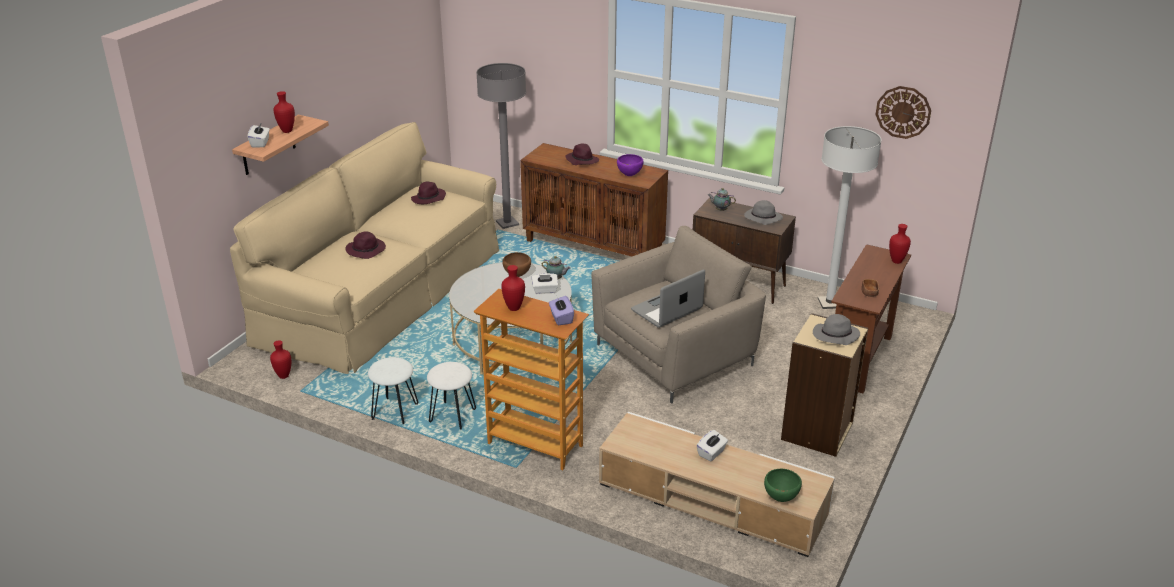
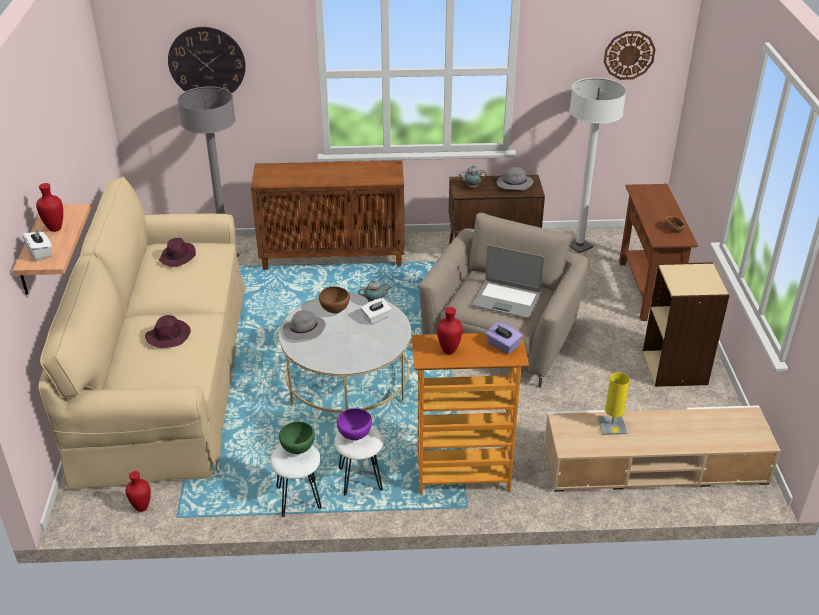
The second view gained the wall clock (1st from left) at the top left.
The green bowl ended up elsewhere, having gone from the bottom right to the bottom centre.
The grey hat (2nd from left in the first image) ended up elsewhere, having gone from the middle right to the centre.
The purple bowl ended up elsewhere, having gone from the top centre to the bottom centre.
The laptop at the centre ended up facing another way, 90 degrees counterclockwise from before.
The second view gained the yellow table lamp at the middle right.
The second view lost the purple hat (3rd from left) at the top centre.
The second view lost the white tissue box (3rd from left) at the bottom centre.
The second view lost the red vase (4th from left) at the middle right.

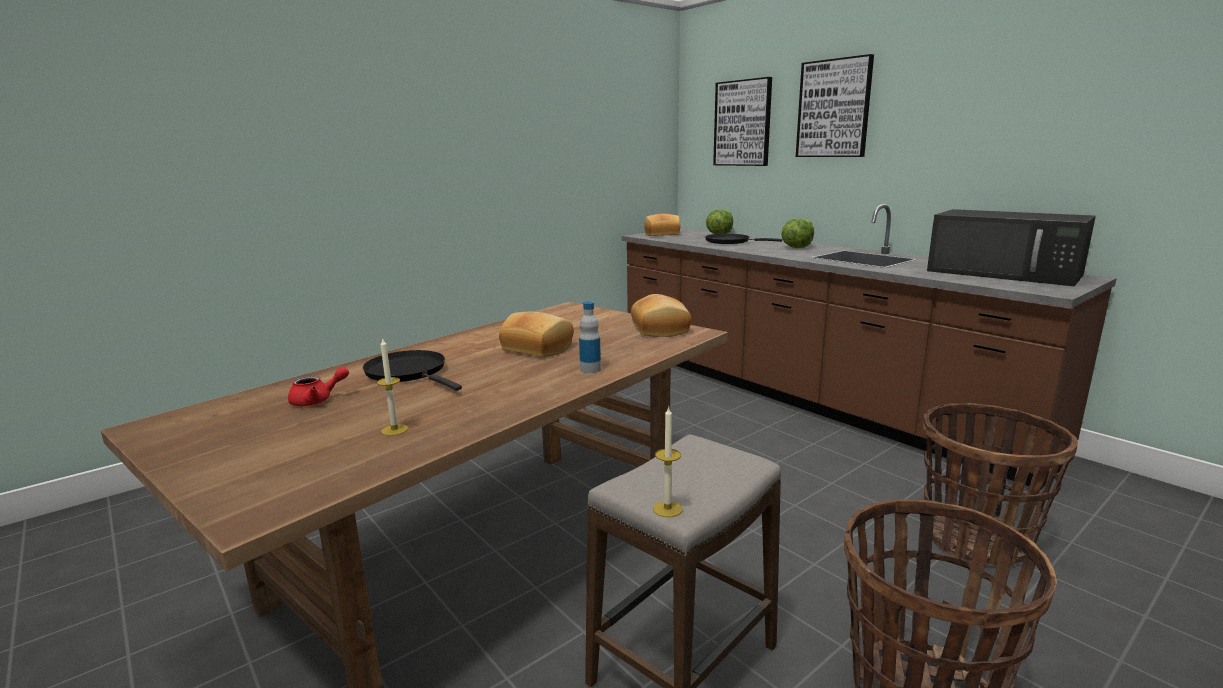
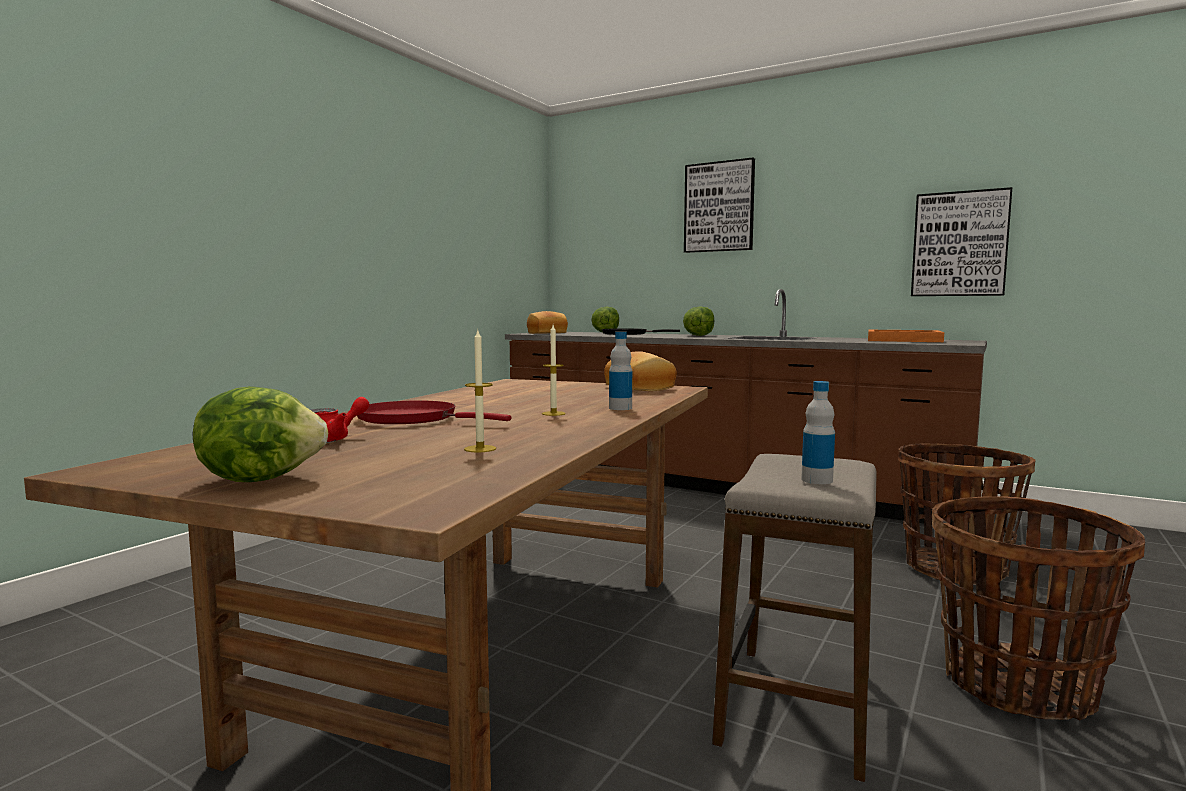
The second view gained the lettuce (1st from left) at the middle left.
What was the black frying pan (1st from left) at the centre turned into the red frying pan at the centre.
The candle (2nd from left) ended up elsewhere, having gone from the bottom centre to the centre.
The second view gained the bottle (2nd from left) at the middle right.
Where the black microwave stood at the middle right, the orange tray came to stand at the middle right.
The picture (1st from left in the first image) ended up elsewhere, having gone from the top centre to the top right.
The second view lost the bread (1st from left) at the centre.

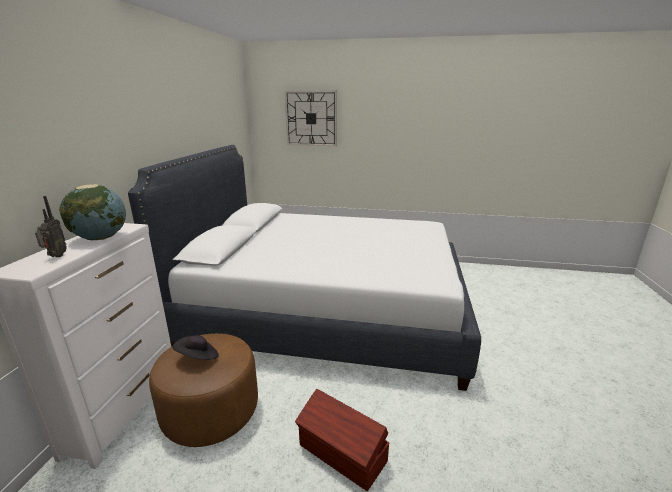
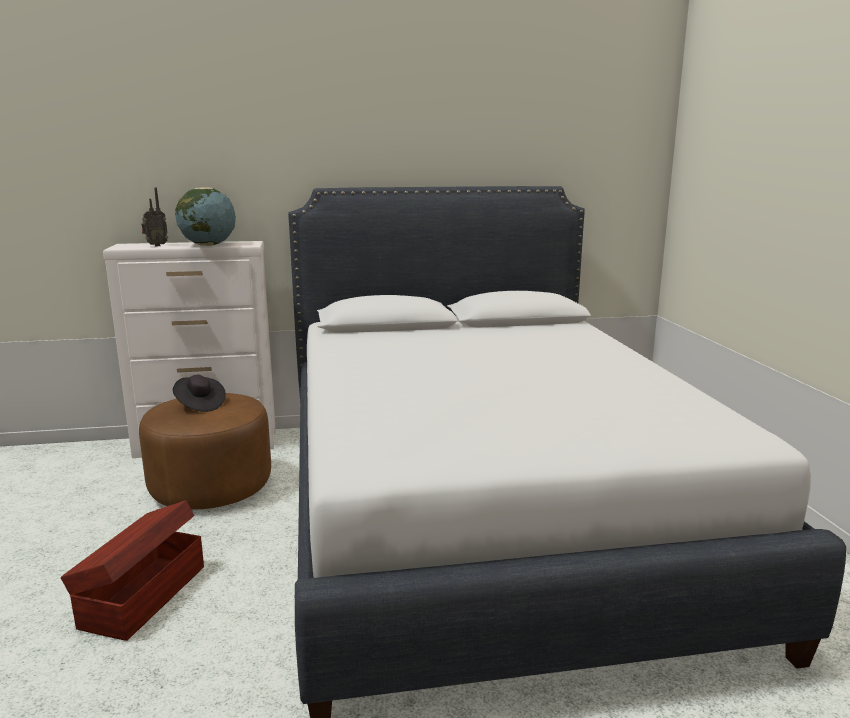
The second view lost the wall clock at the top centre.

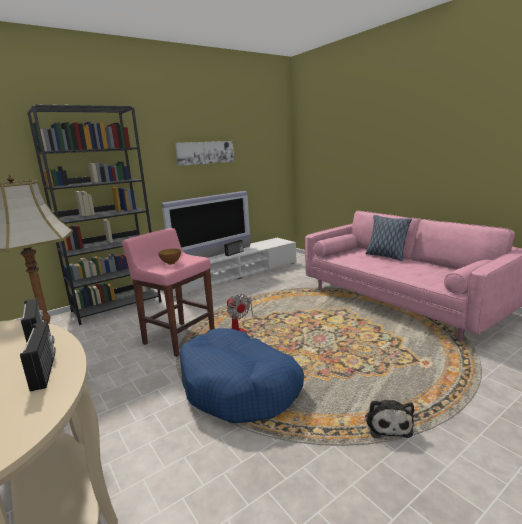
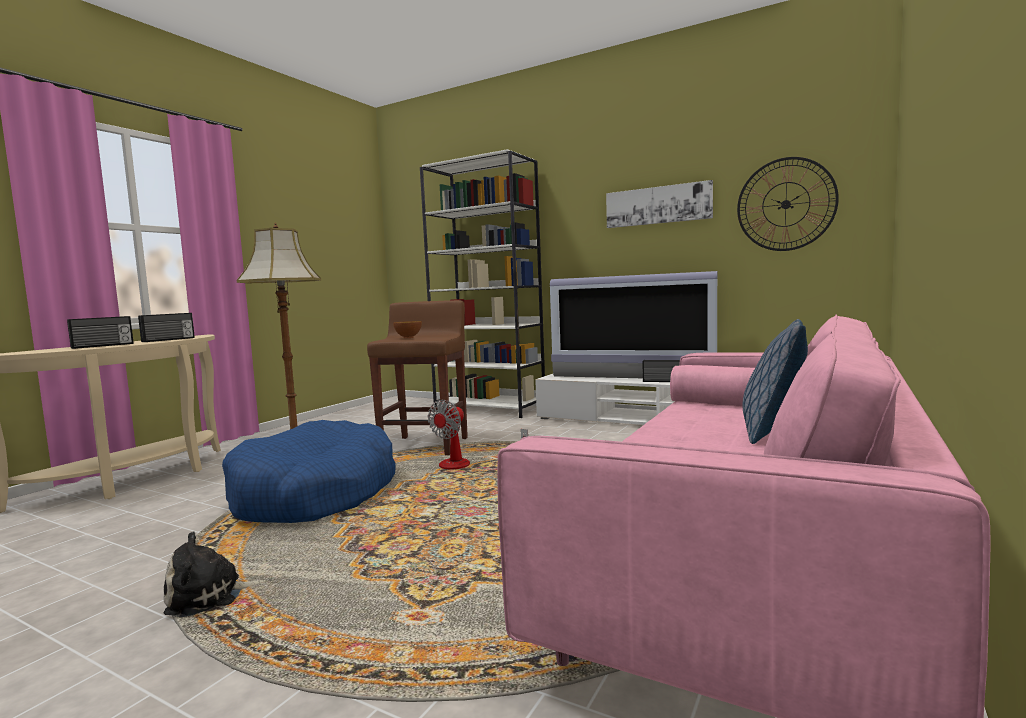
What was the pink stool at the middle left turned into the brown stool at the centre.
What was the black bookcase at the middle left turned into the white bookcase at the centre.
The second view gained the wall clock at the top right.

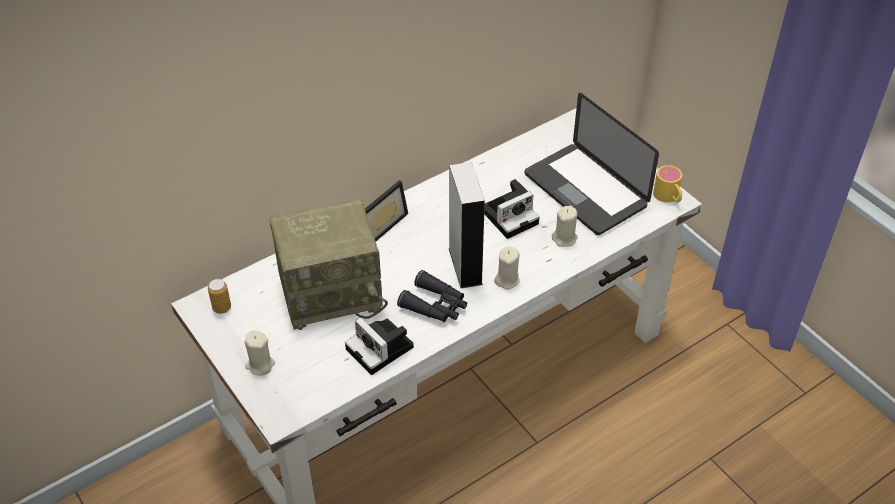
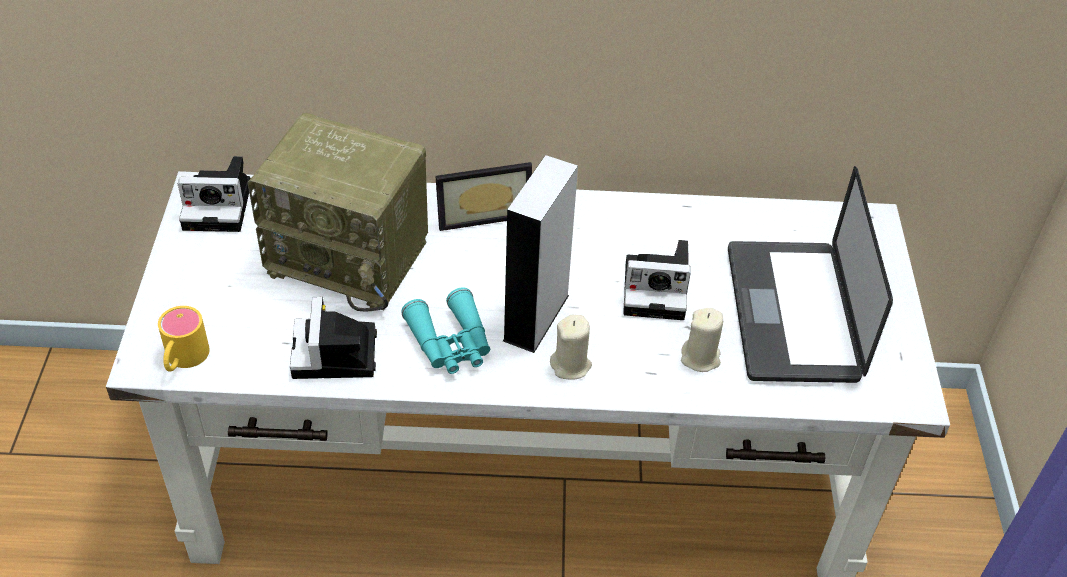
The yellow mug ended up elsewhere, having gone from the middle right to the middle left.
Where the can stood at the middle left, the photo camera (1st from left) came to stand at the middle left.
What was the black binoculars at the centre turned into the turquoise binoculars at the centre.
The second view lost the beige candle (1st from left) at the bottom left.

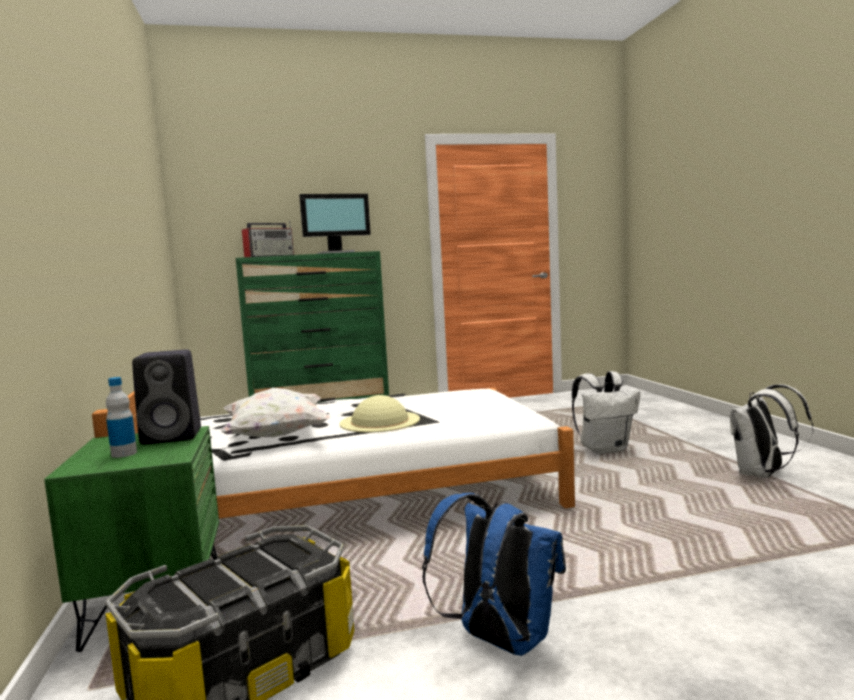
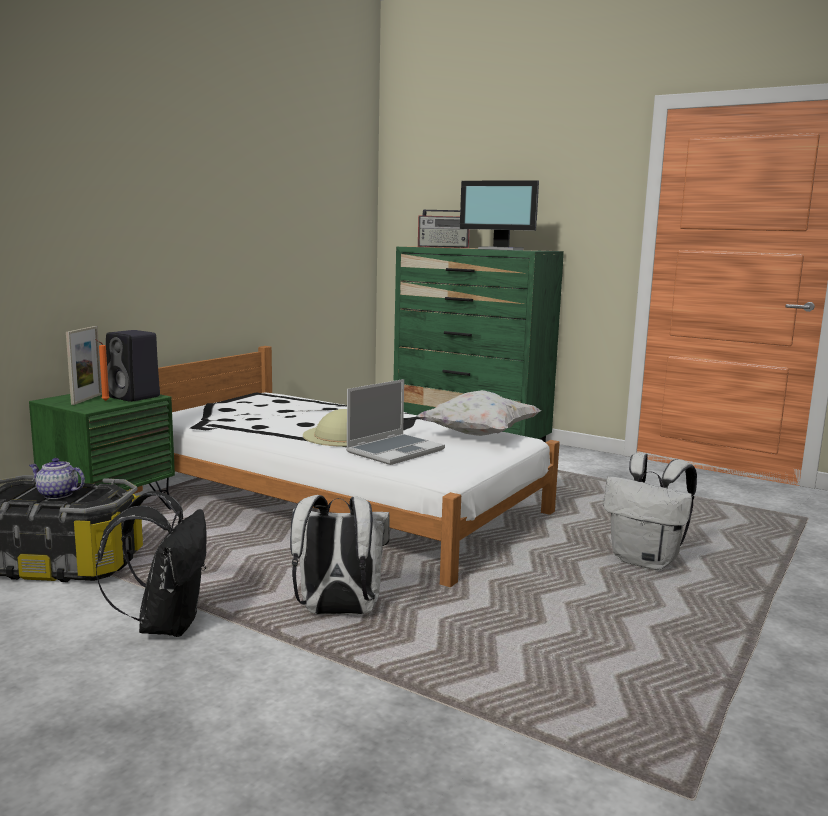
The second view gained the teapot at the middle left.
Where the bottle stood at the middle left, the picture frame came to stand at the middle left.
The second view gained the orange candle at the middle left.
What was the blue backpack at the bottom centre turned into the black backpack at the bottom left.
The white backpack (2nd from left in the first image) ended up elsewhere, having gone from the middle right to the bottom centre.
The second view gained the laptop at the centre.
The white pillow ended up elsewhere, having gone from the middle left to the centre.

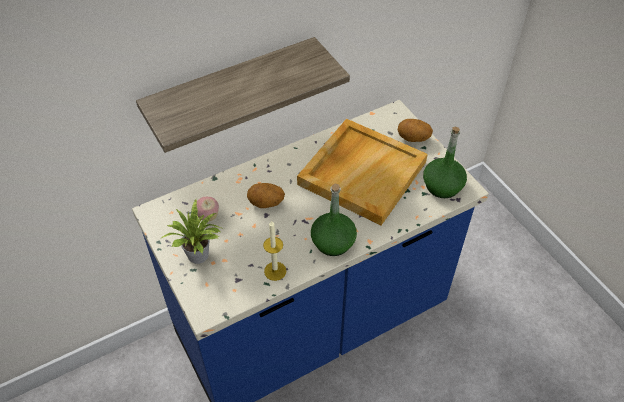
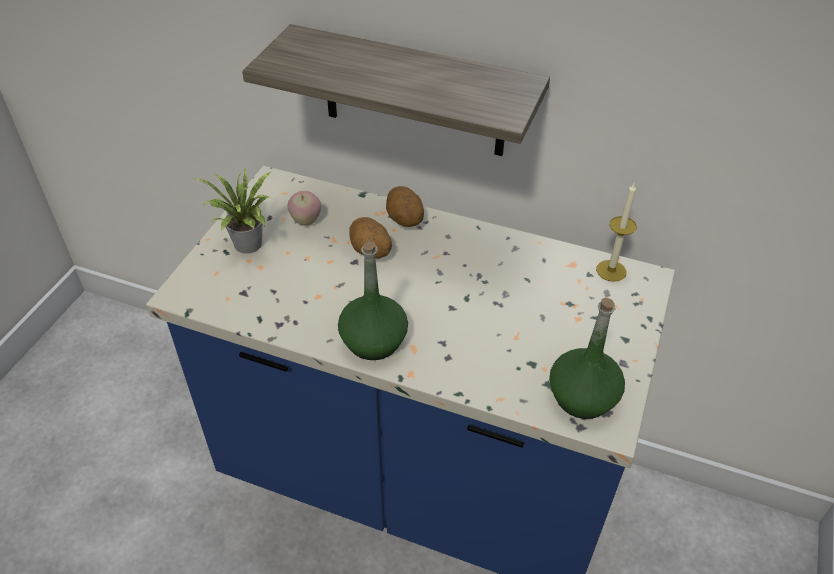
The potato (2nd from left) ended up elsewhere, having gone from the top centre to the centre.
The candle ended up elsewhere, having gone from the centre to the middle right.
The second view lost the beige tray at the centre.

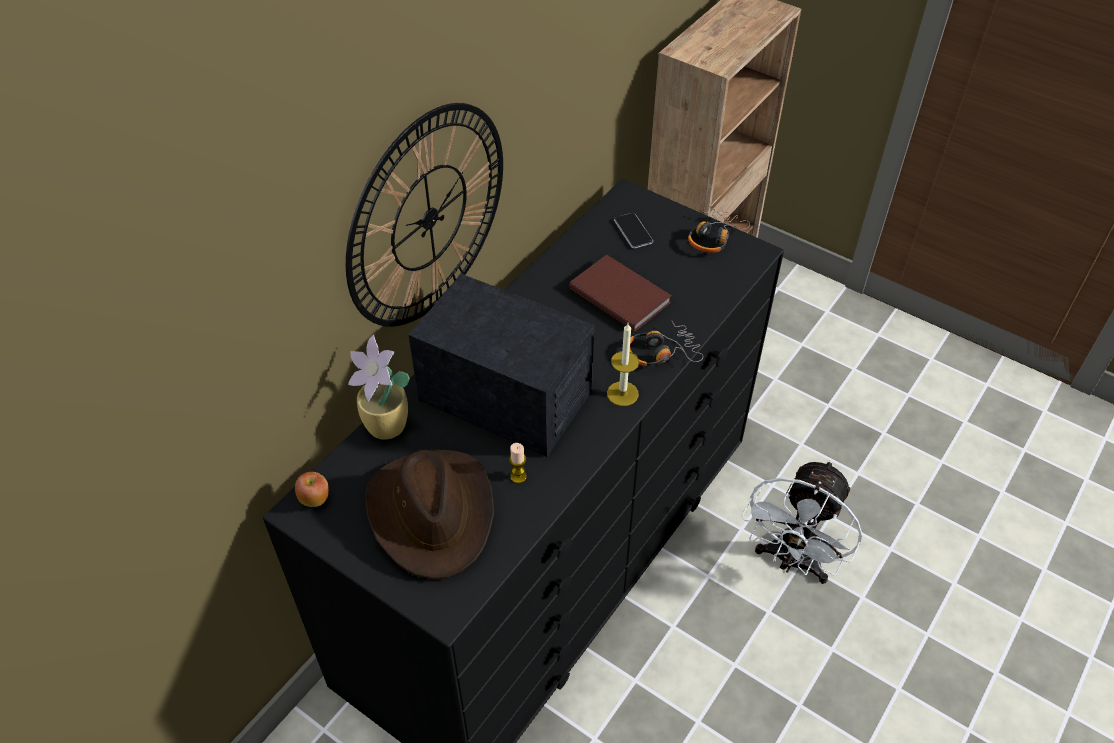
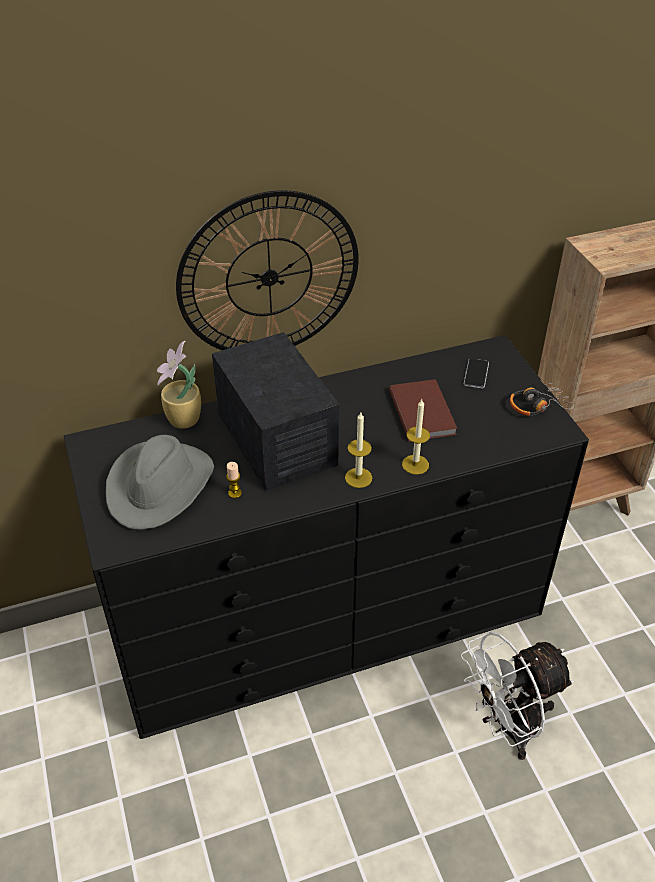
What was the brown hat at the bottom centre turned into the grey hat at the middle left.
Where the headphones (1st from left) stood at the centre, the candle (3rd from left) came to stand at the centre.
The second view lost the apple at the middle left.

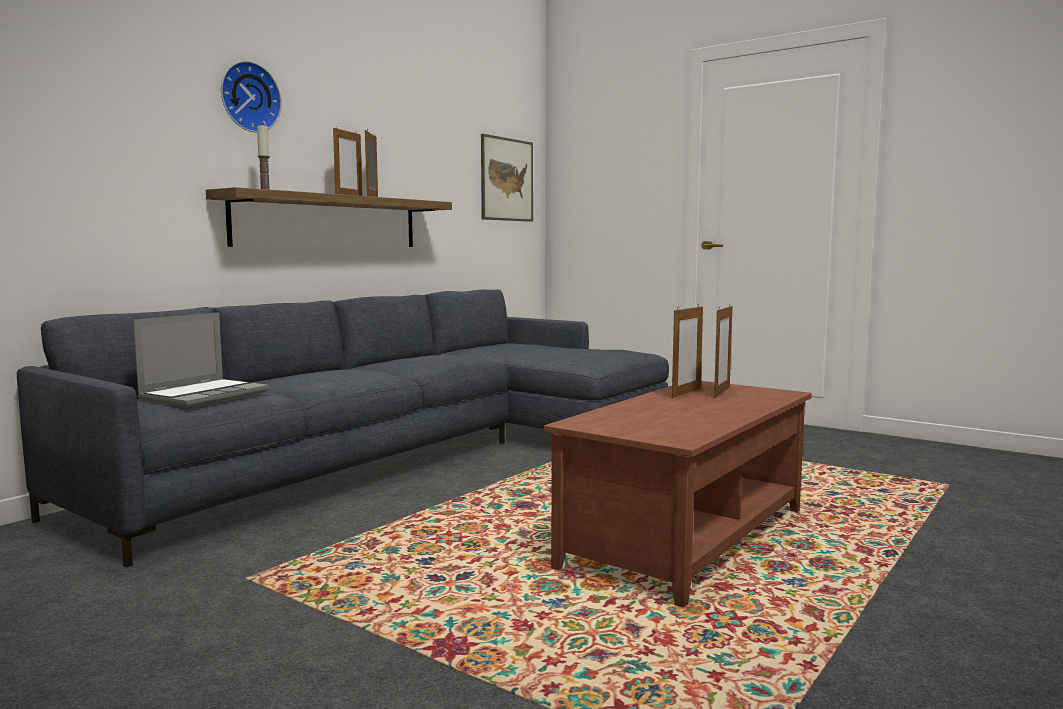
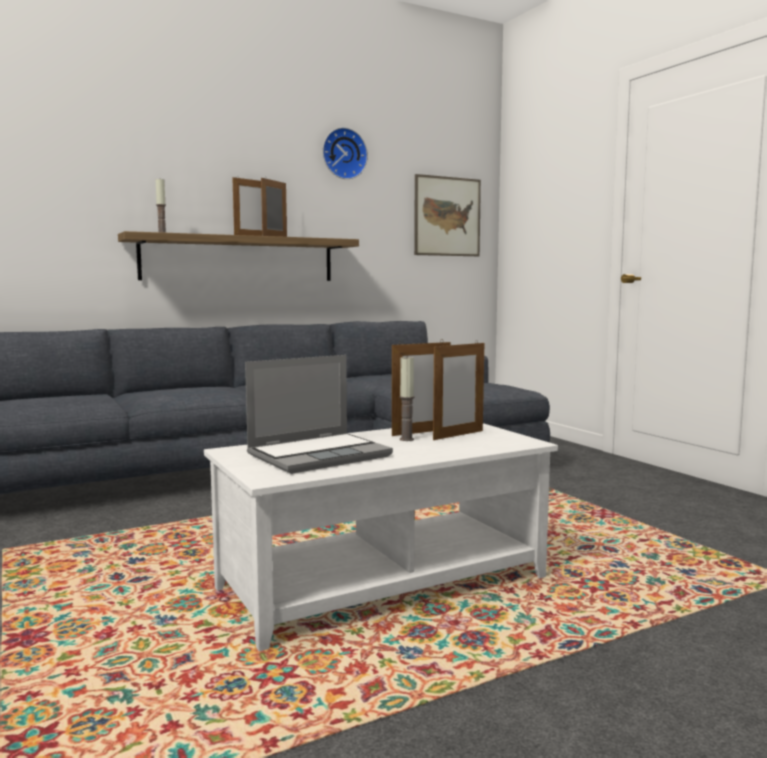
What was the brown coffee table at the bottom centre turned into the white coffee table at the bottom centre.
The laptop ended up elsewhere, having gone from the middle left to the centre.
The wall clock ended up elsewhere, having gone from the top left to the top centre.
The second view gained the candle (2nd from left) at the centre.

